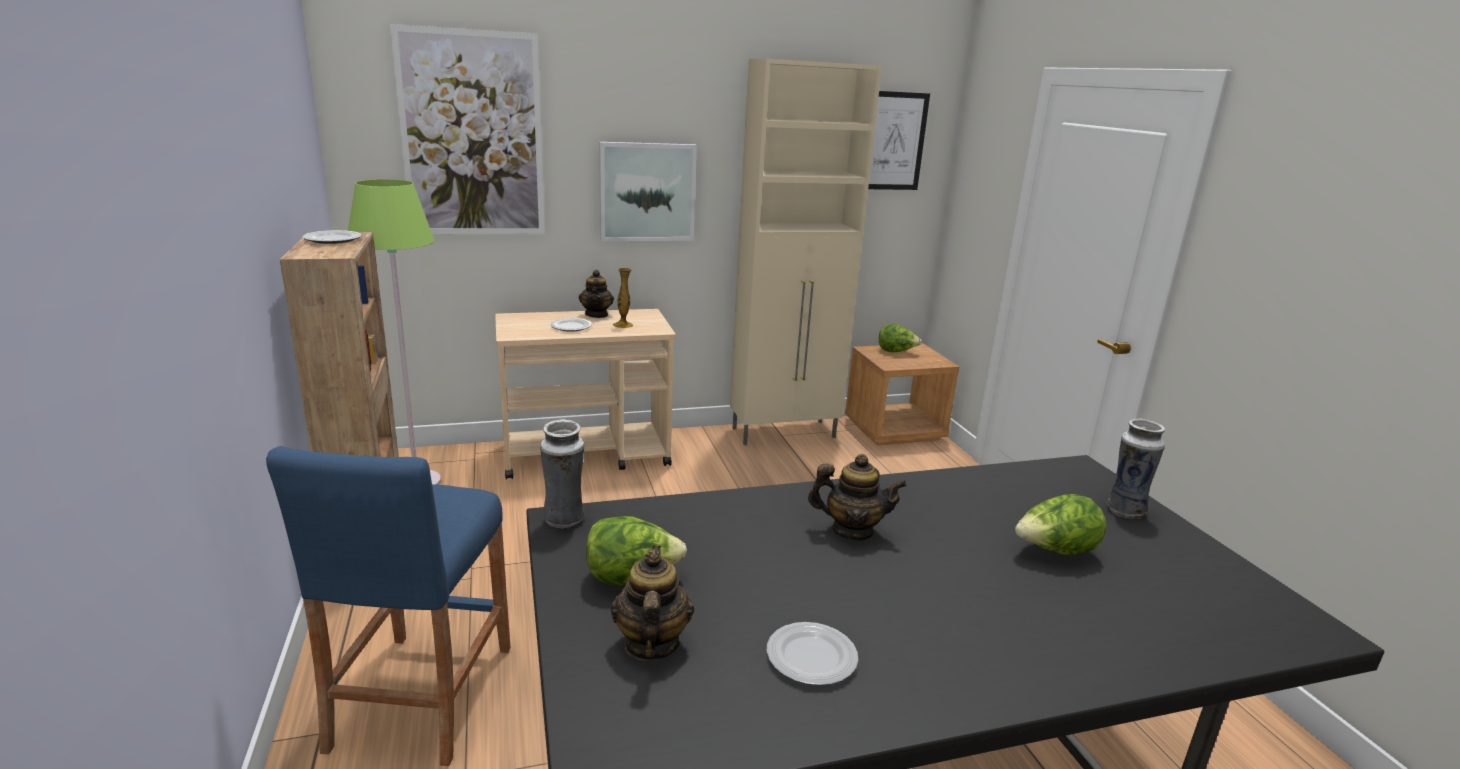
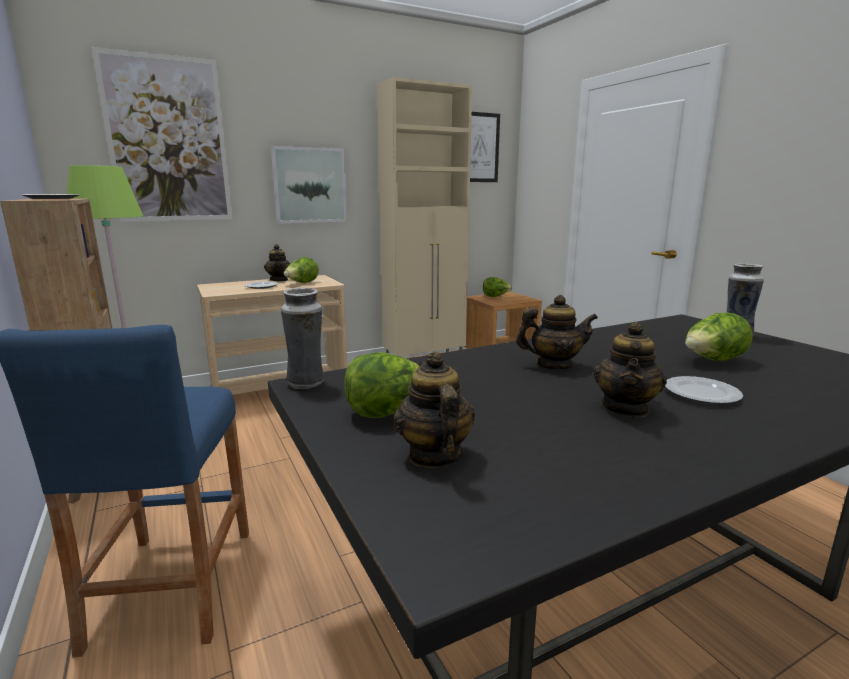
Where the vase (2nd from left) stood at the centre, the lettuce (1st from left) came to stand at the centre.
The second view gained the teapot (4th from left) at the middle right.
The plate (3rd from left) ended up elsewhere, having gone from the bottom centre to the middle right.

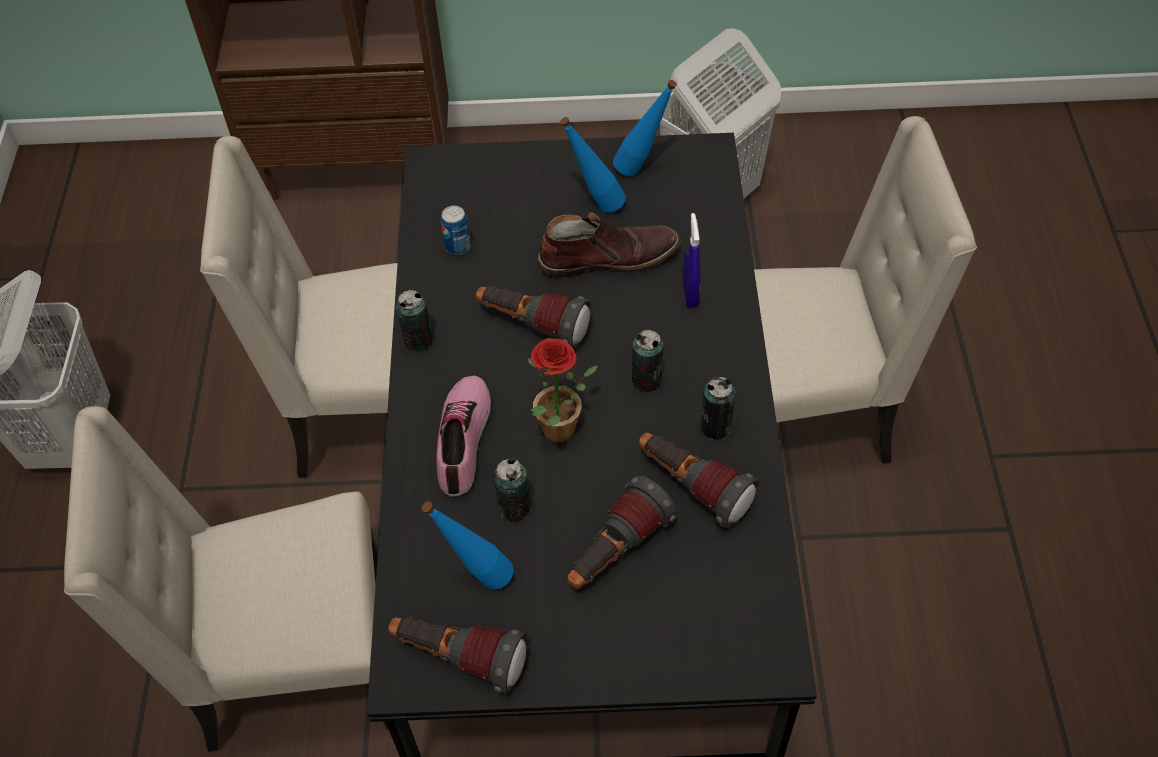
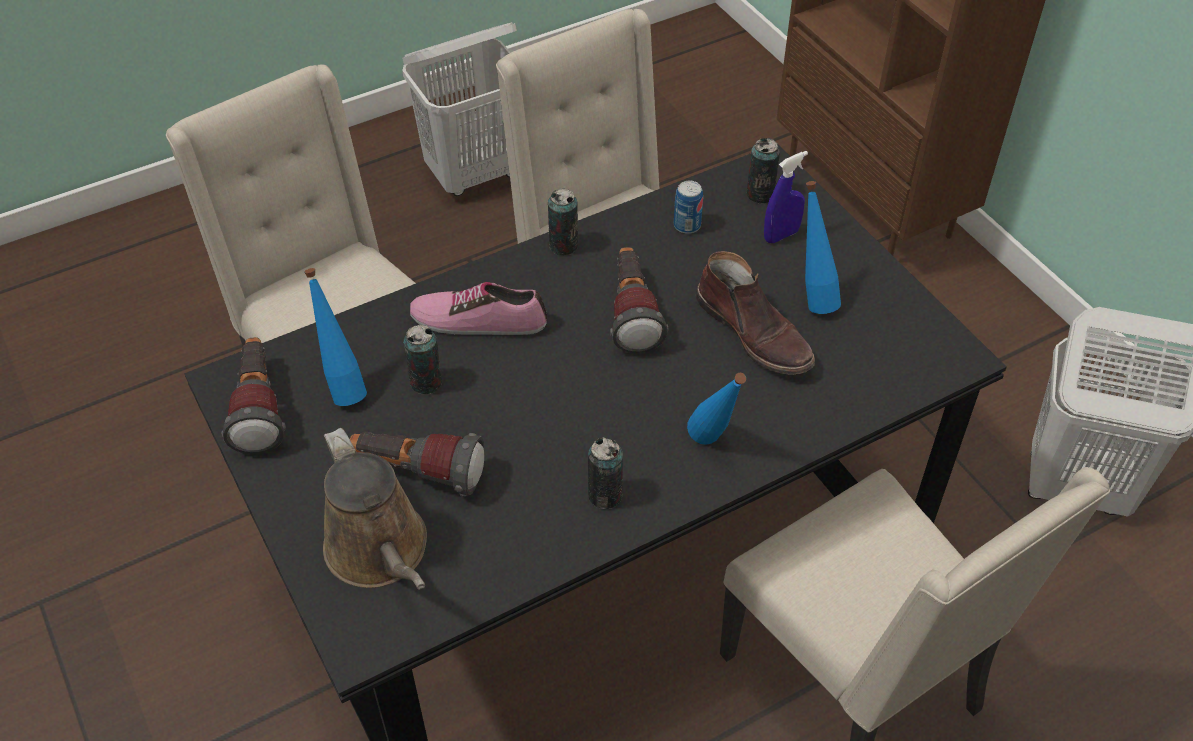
The second view gained the brown watering can at the bottom left.
The shoe at the centre ended up facing another way, 150 degrees counterclockwise from before.
The blue bottle (3rd from left in the first image) ended up elsewhere, having gone from the top centre to the centre.
The can (4th from left in the first image) ended up elsewhere, having gone from the centre to the top centre.
The blue spray bottle ended up elsewhere, having gone from the centre to the top centre.
The second view lost the potted plant at the centre.
The second view lost the flashlight (4th from left) at the centre.

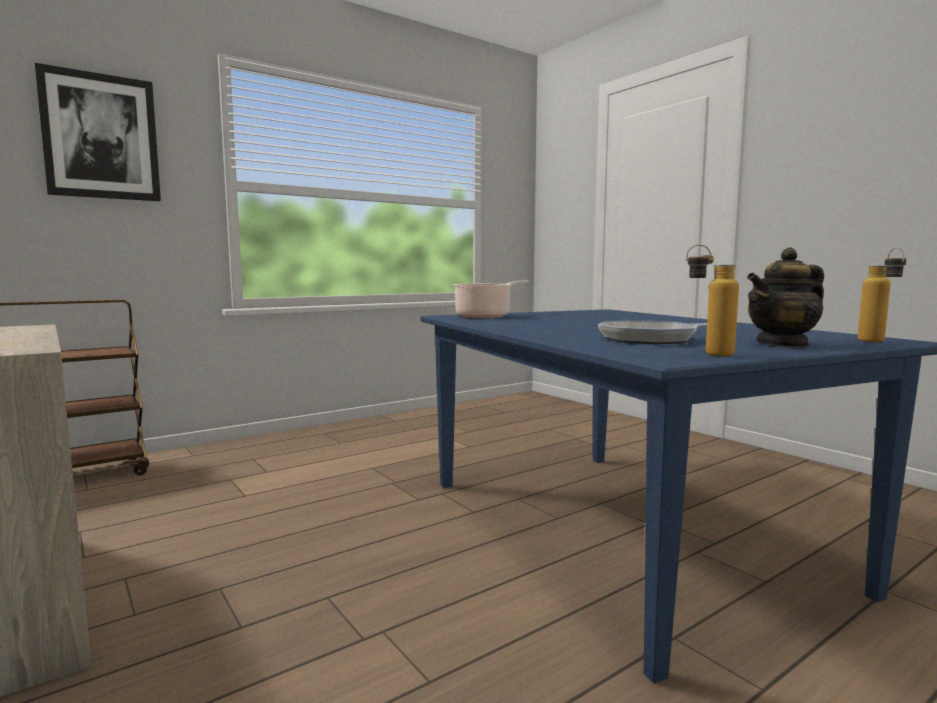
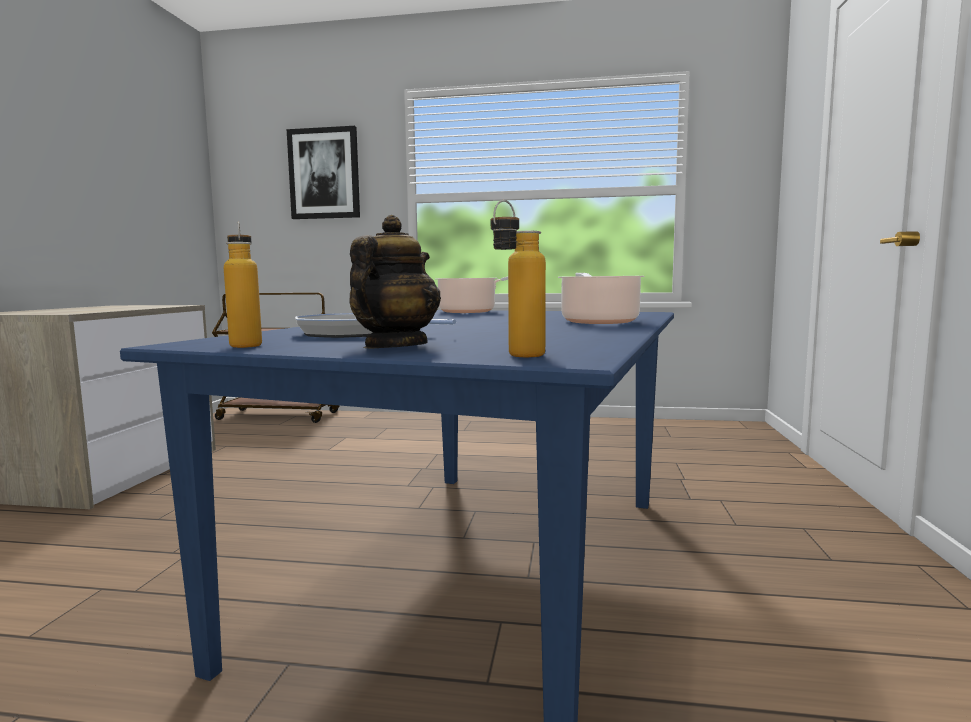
The teapot at the middle right ended up facing another way, 90 degrees clockwise from before.
The second view gained the cooking pot (2nd from left) at the centre.

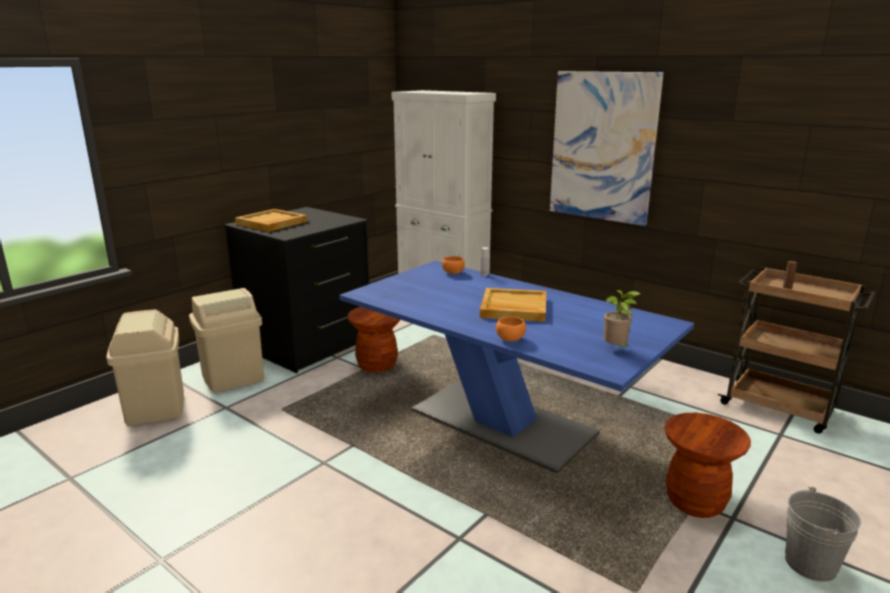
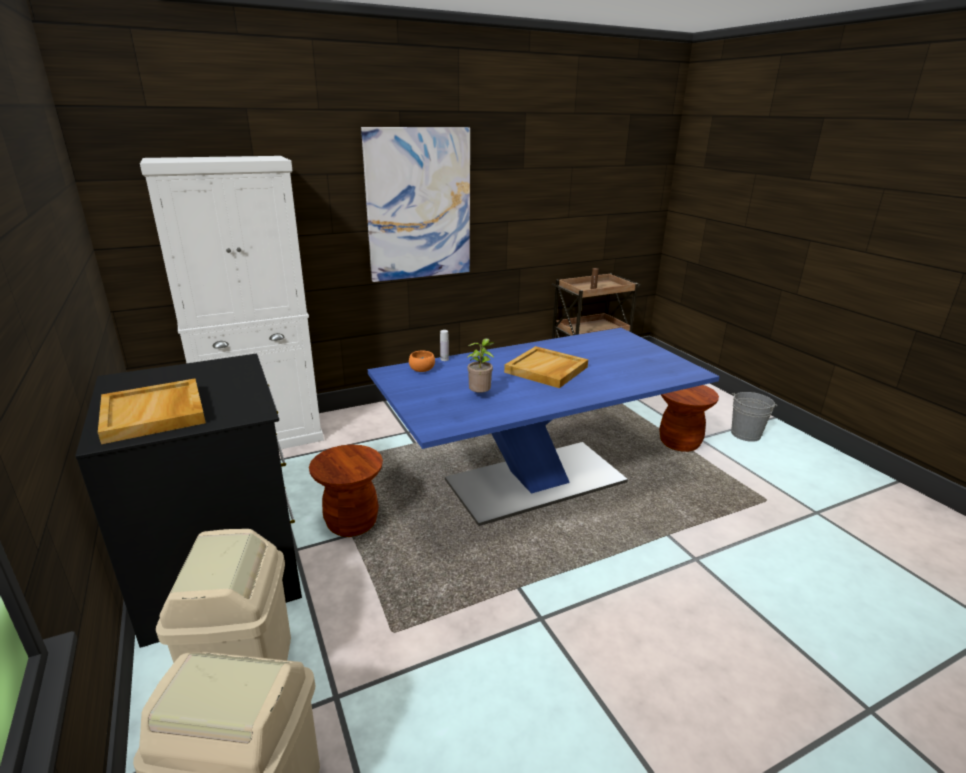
The potted plant ended up elsewhere, having gone from the middle right to the centre.
The second view lost the orange bowl (2nd from left) at the centre.

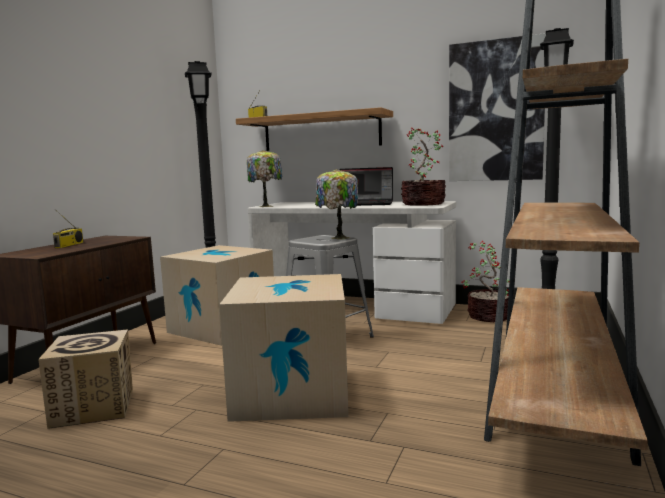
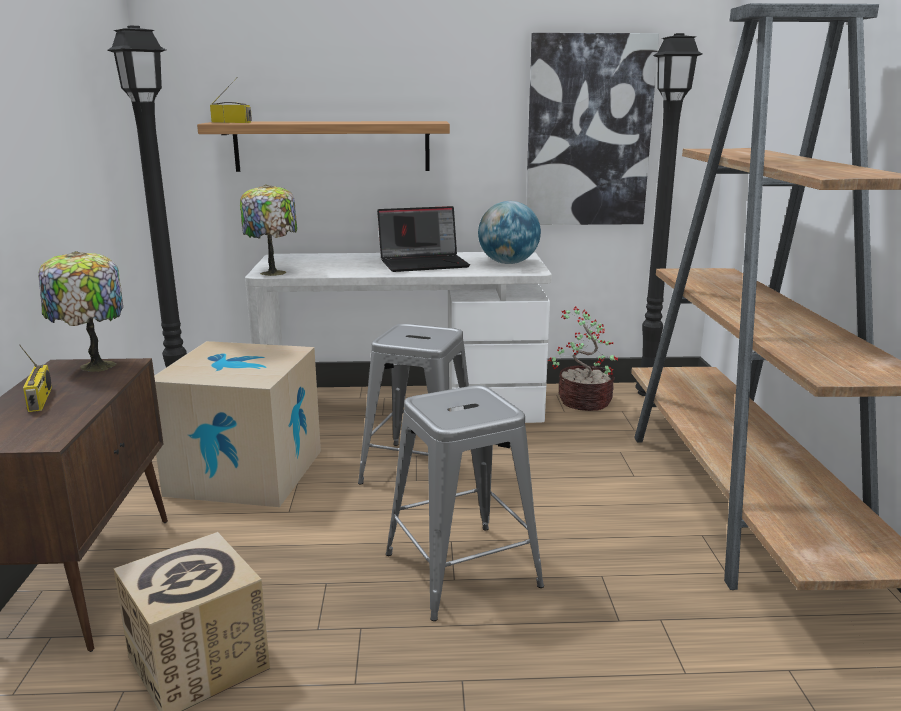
The table lamp (2nd from left in the first image) ended up elsewhere, having gone from the centre to the middle left.
Where the cardboard box (3rd from left) stood at the bottom centre, the grey stool (2nd from left) came to stand at the bottom centre.
Where the potted plant (1st from left) stood at the centre, the globe came to stand at the top centre.

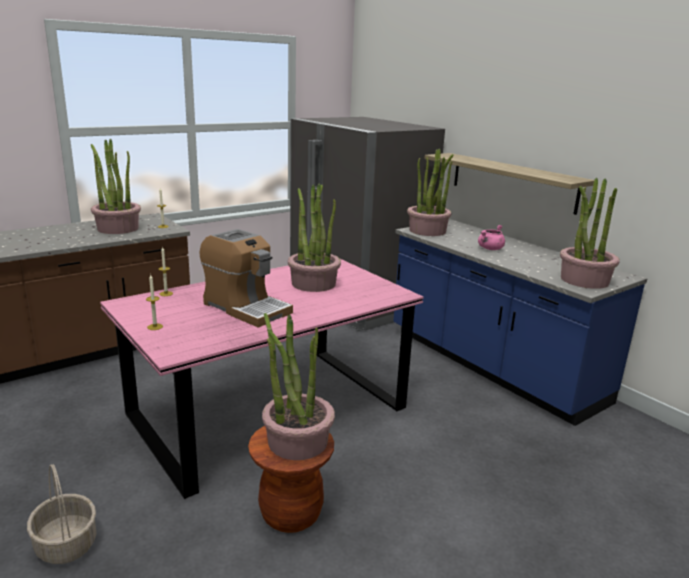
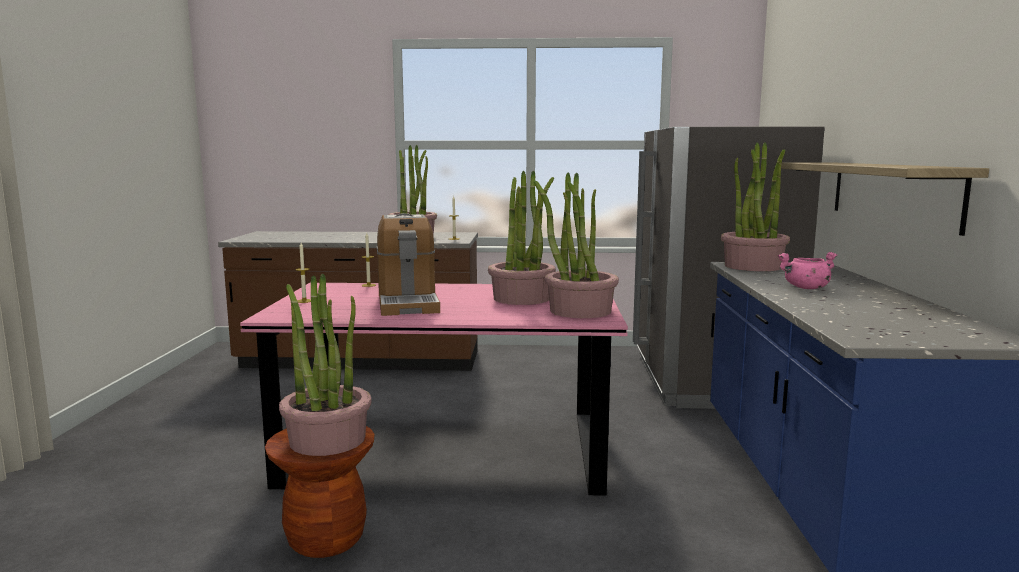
The potted plant (5th from left in the first image) ended up elsewhere, having gone from the middle right to the centre.
The second view lost the basket at the bottom left.

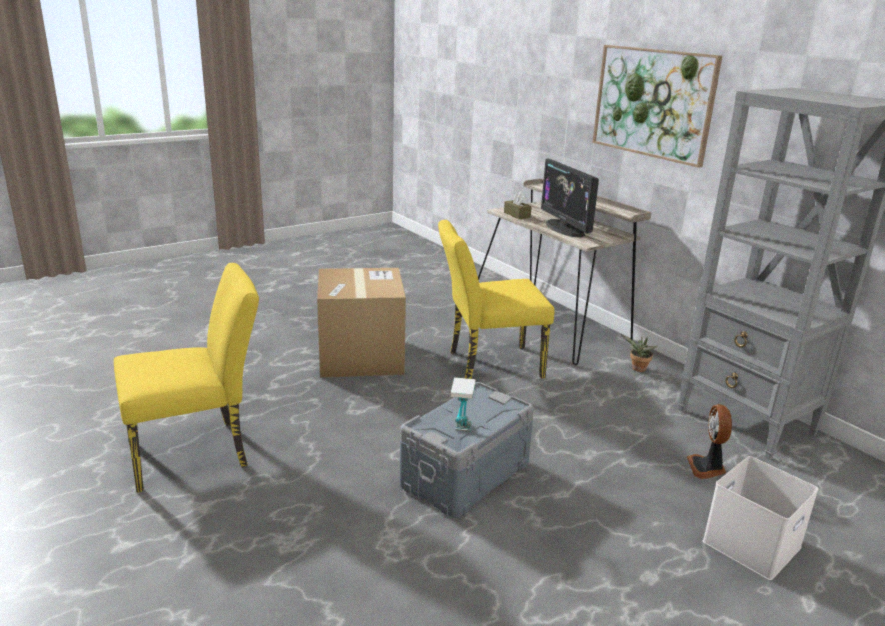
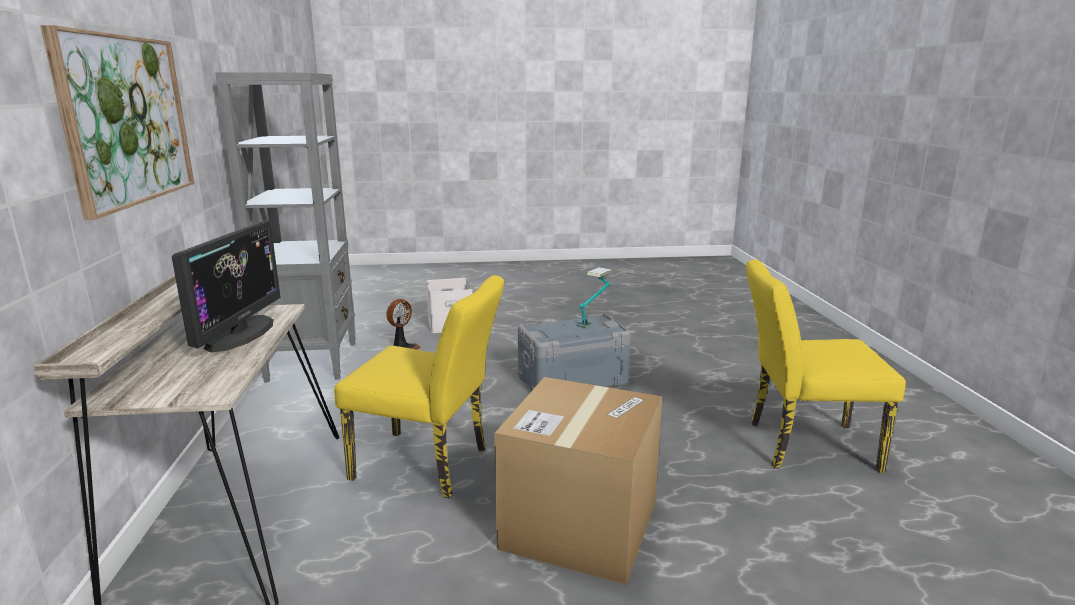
The second view lost the brown tissue box at the top centre.
The second view lost the potted plant at the middle right.

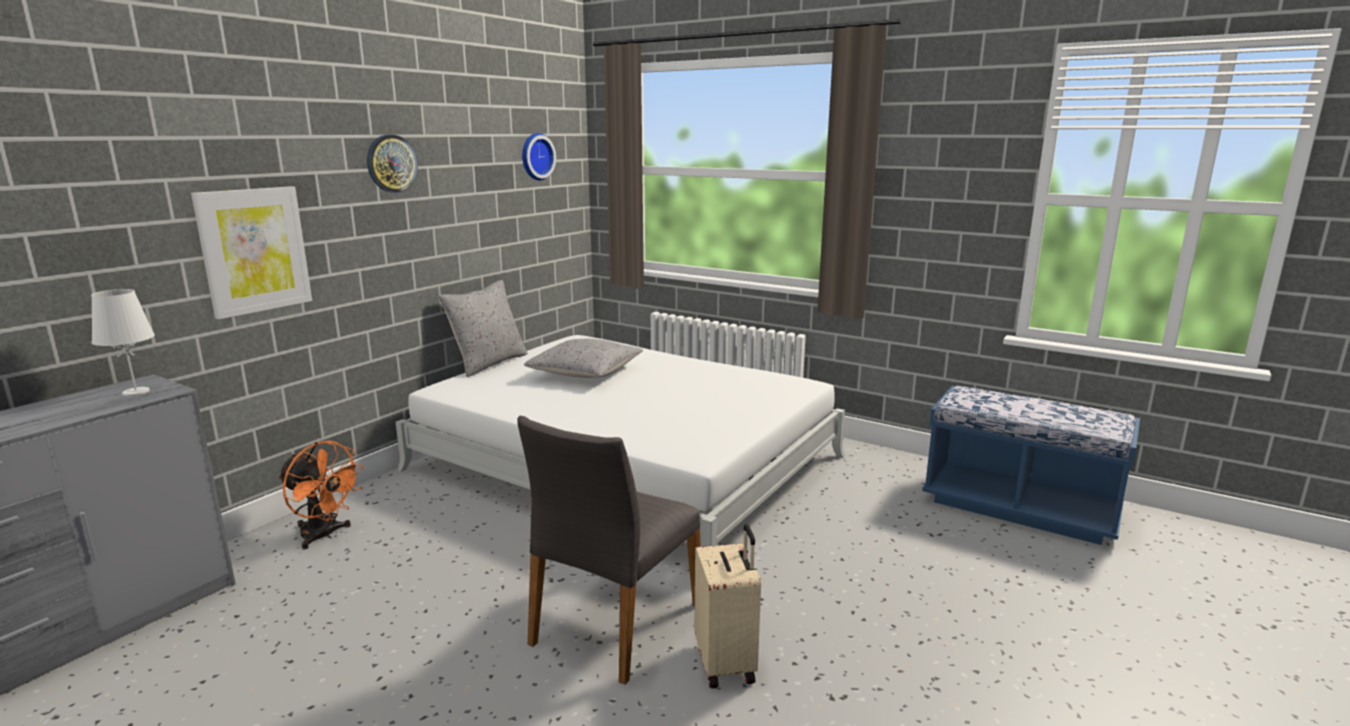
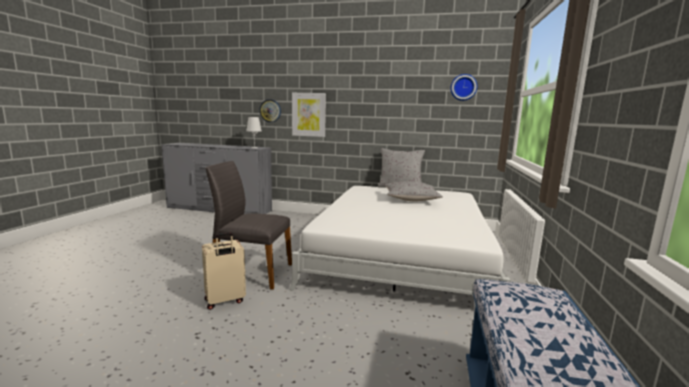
The wall clock (1st from left) ended up elsewhere, having gone from the top left to the top centre.
The second view lost the orange fan at the bottom left.

